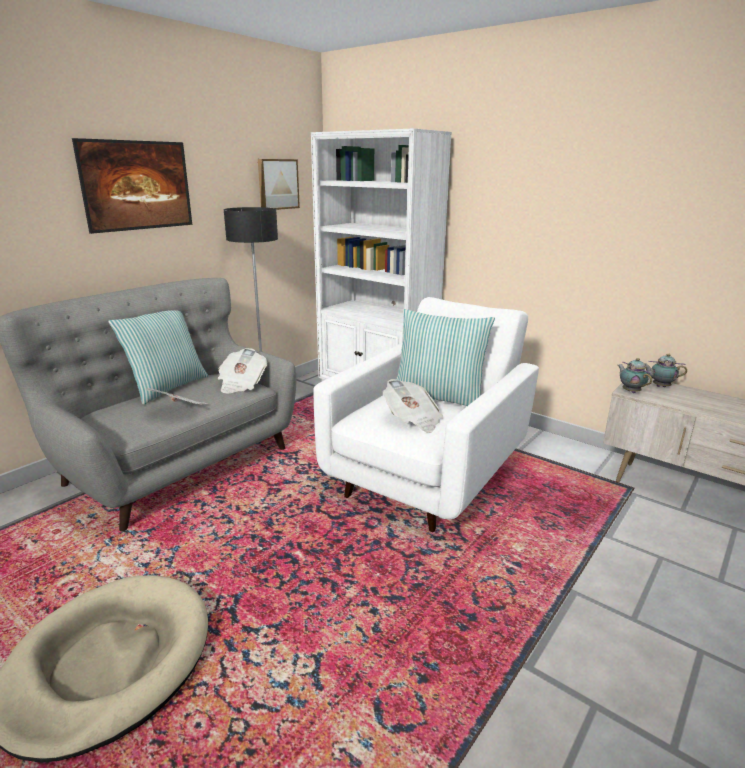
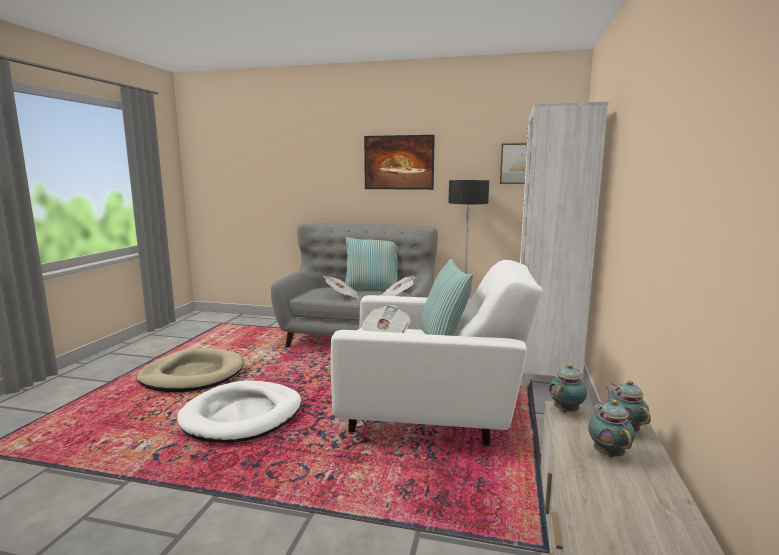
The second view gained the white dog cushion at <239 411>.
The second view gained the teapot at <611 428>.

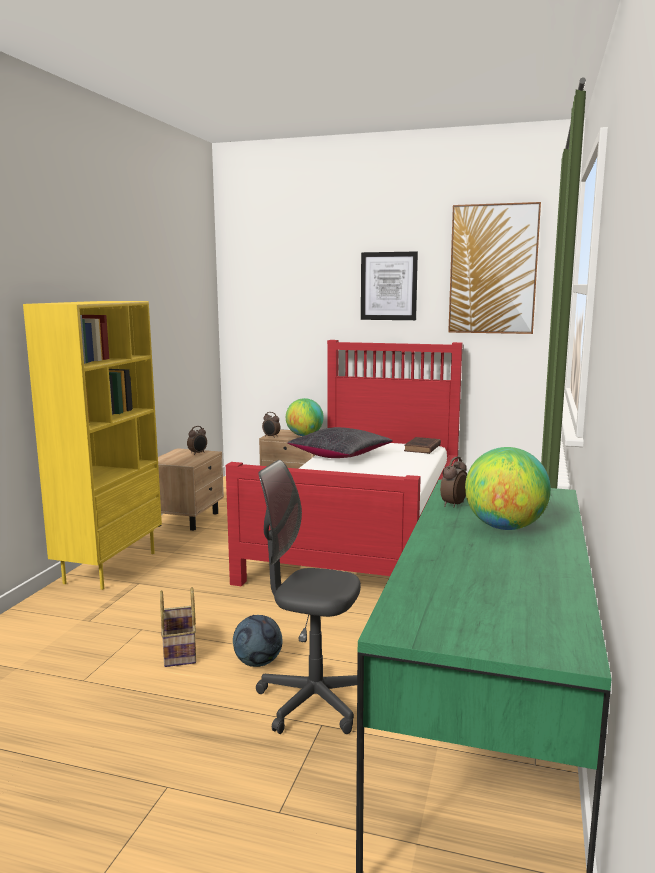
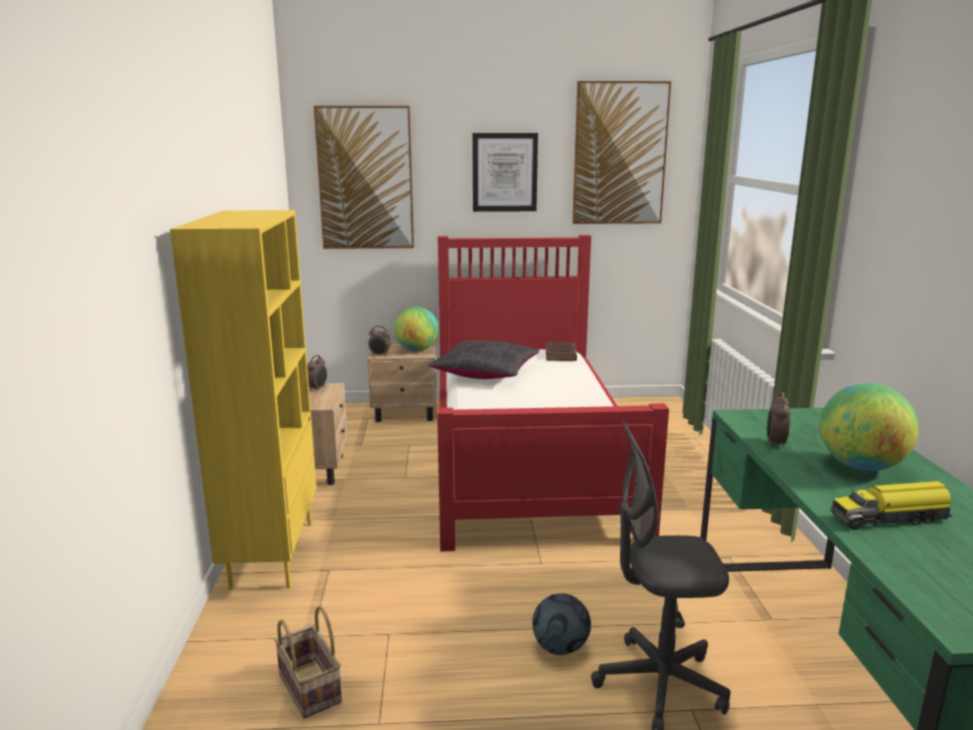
The basket ended up elsewhere, having gone from <178 627> to <308 662>.
The second view gained the wall picture at <364 177>.
The second view gained the model truck at <891 505>.

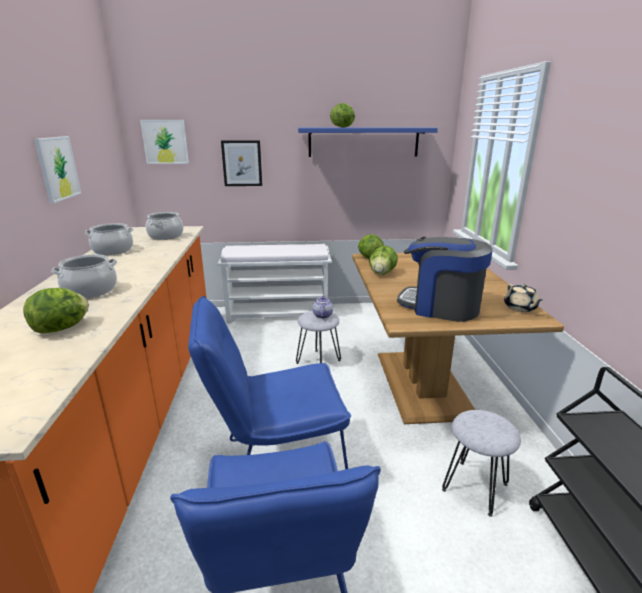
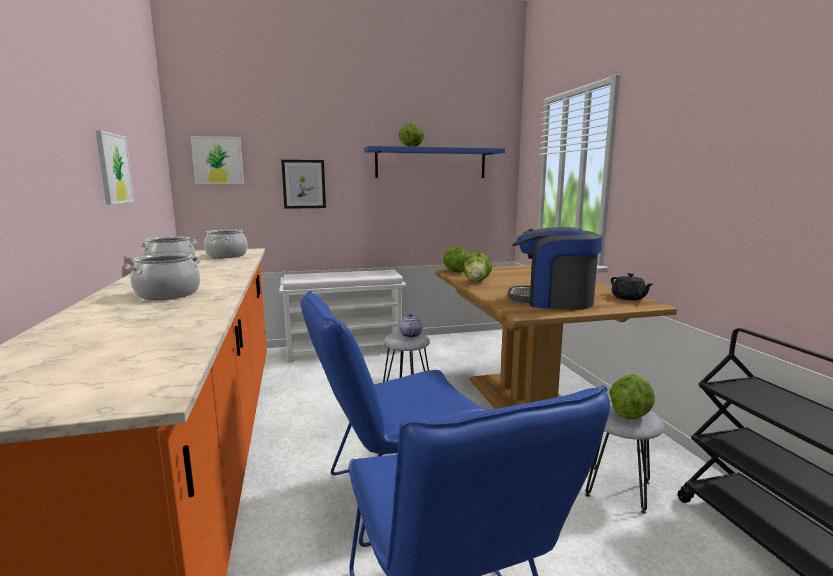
The head of lettuce ended up elsewhere, having gone from <56 310> to <632 397>.
What was the beige teapot at <523 298> turned into the blackish teapot at <632 286>.

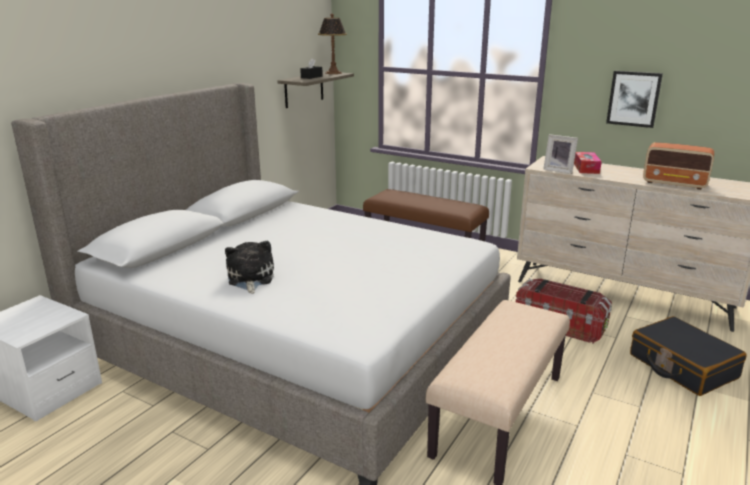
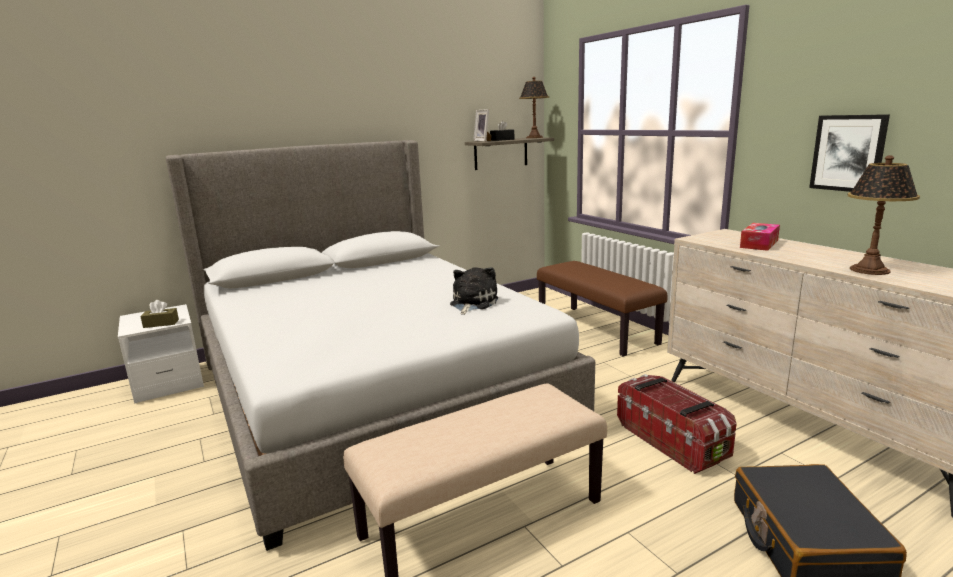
The plush toy ended up elsewhere, having gone from <249 267> to <474 291>.
The photo frame ended up elsewhere, having gone from <560 154> to <482 125>.
Where the radio set stood at <678 166>, the table lamp came to stand at <884 215>.
The second view gained the brownish tissue holder at <159 314>.

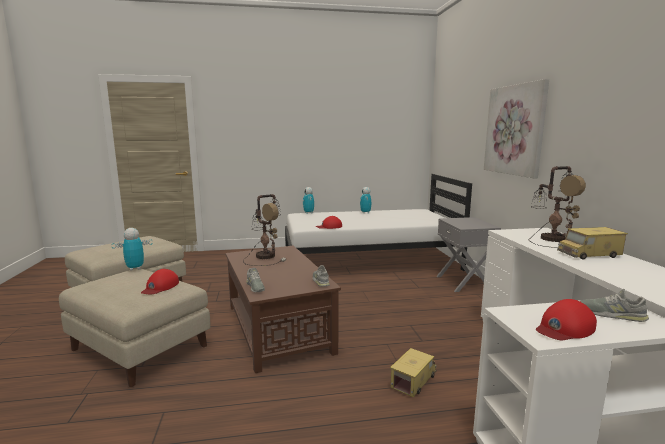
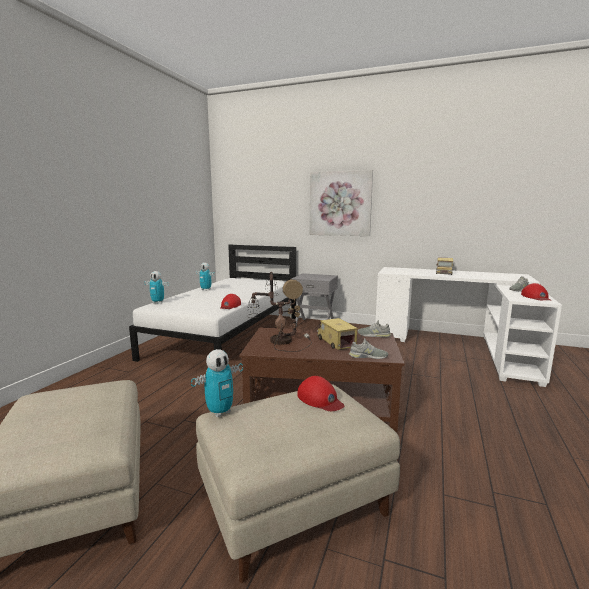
The model robot at <132 249> ended up facing another way, 135 degrees counterclockwise from before.
The model truck ended up elsewhere, having gone from <413 372> to <337 334>.
The second view lost the table lamp at <557 207>.

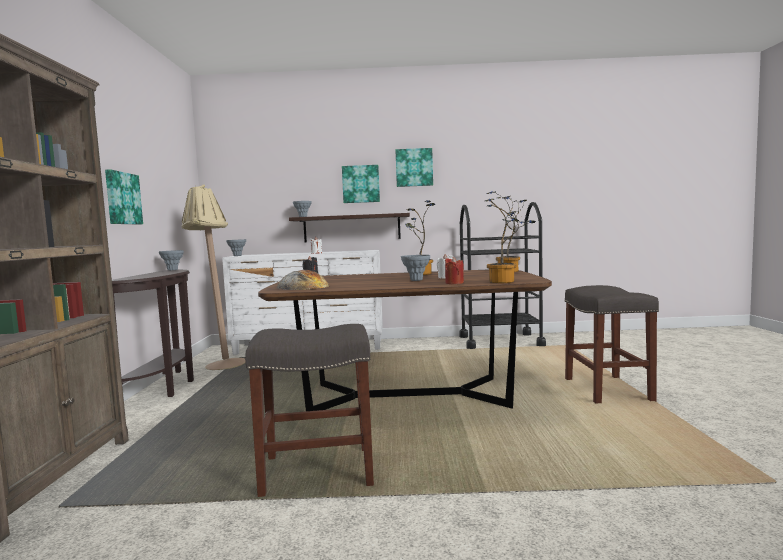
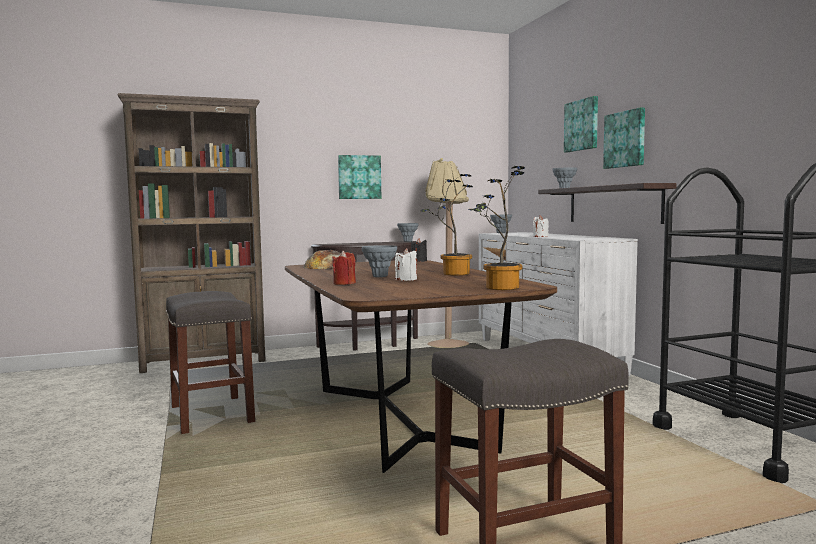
The wall picture ended up elsewhere, having gone from <414 167> to <581 124>.
The second view lost the plant in a pot at <510 237>.

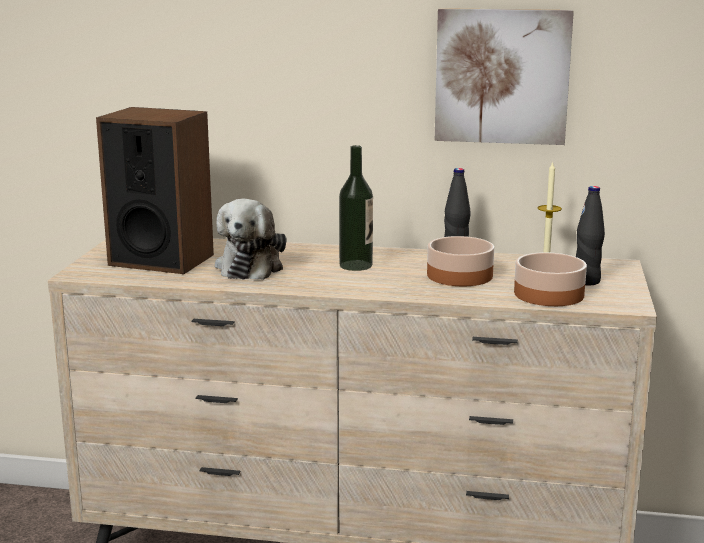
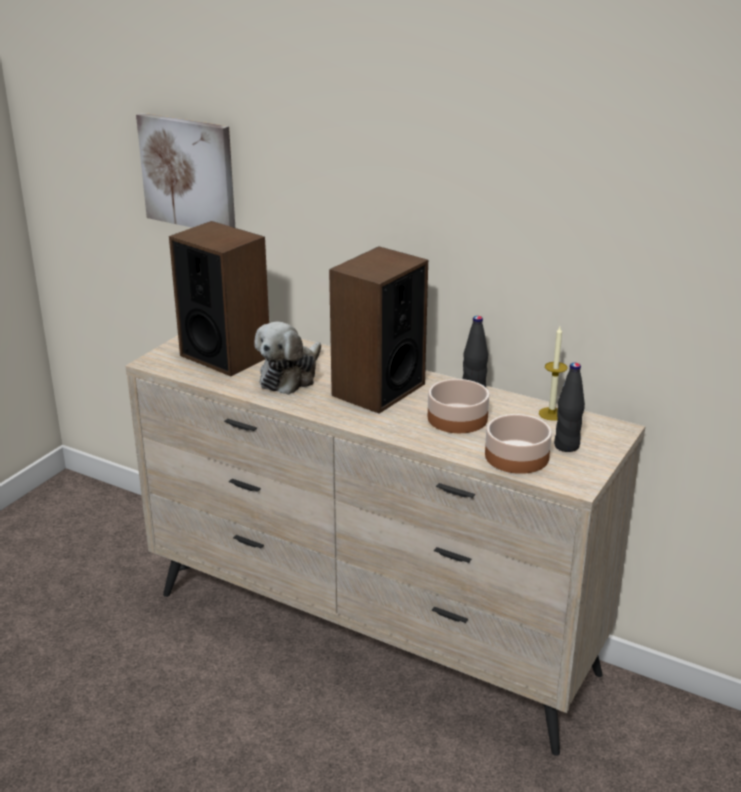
Where the beverage bottle stood at <356 208>, the loudspeaker came to stand at <378 330>.
The wall picture ended up elsewhere, having gone from <504 76> to <185 170>.

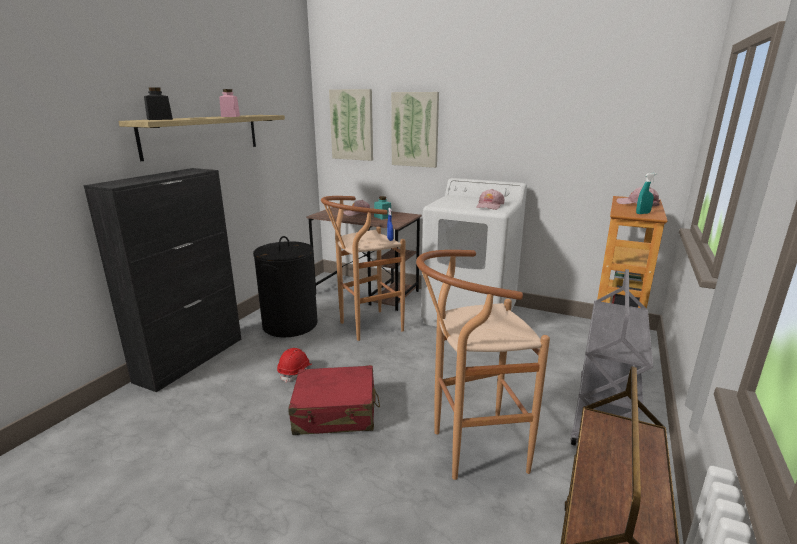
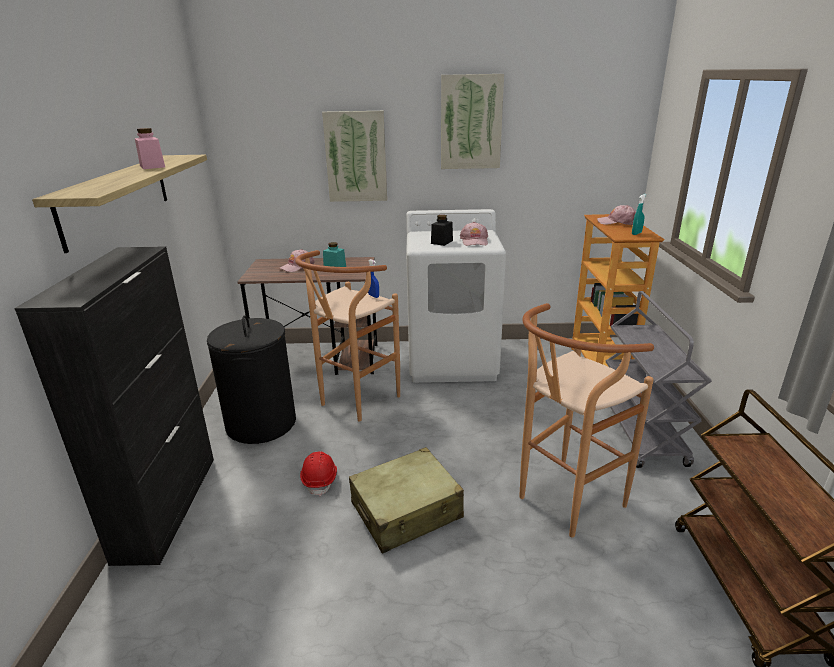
The blackish preserve jar ended up elsewhere, having gone from <158 103> to <442 230>.
What was the reddish travel case at <334 400> turned into the beige travel case at <406 500>.
The wall picture ended up elsewhere, having gone from <351 125> to <472 121>.

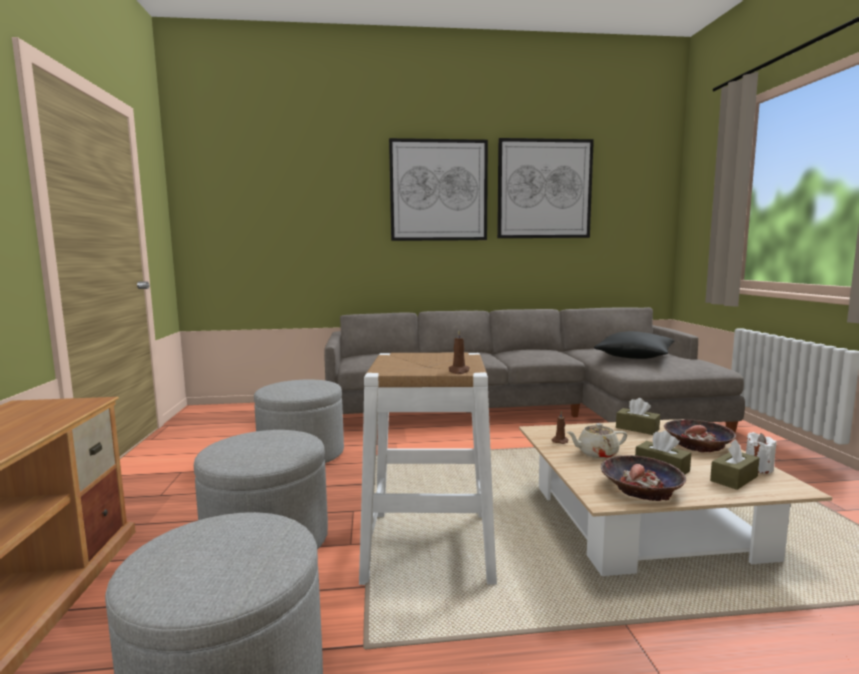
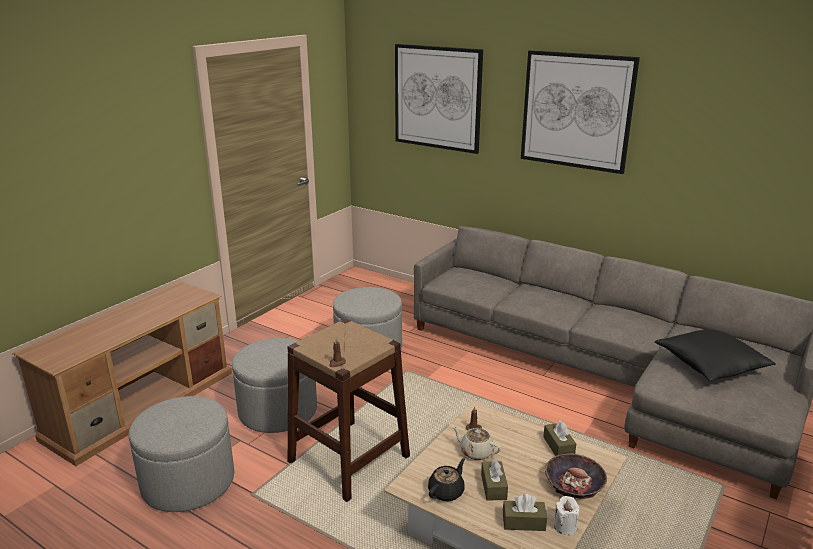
What was the white stool at <428 469> turned into the brownish stool at <348 410>.
The wall picture ended up elsewhere, having gone from <545 188> to <439 99>.
Where the bowl stood at <643 478>, the blackish teapot came to stand at <446 479>.

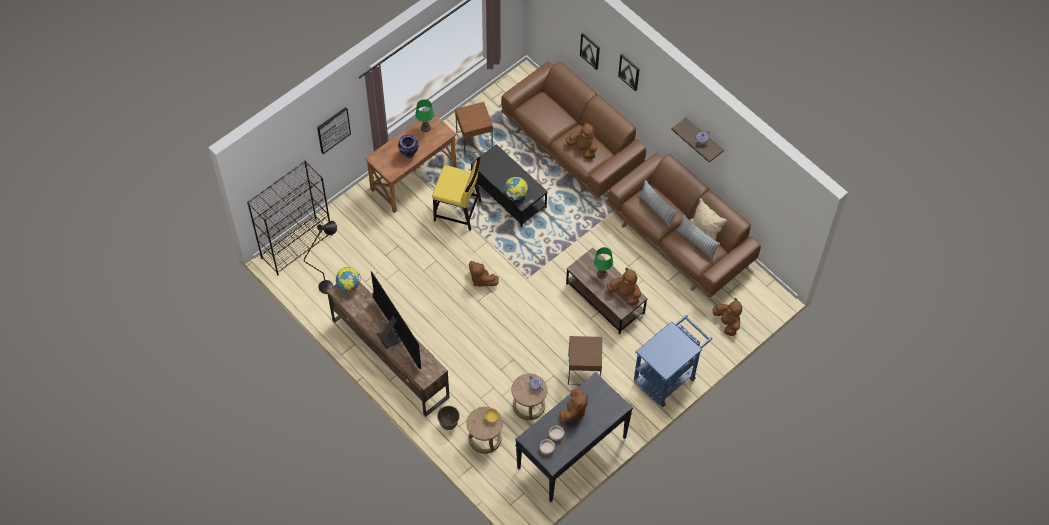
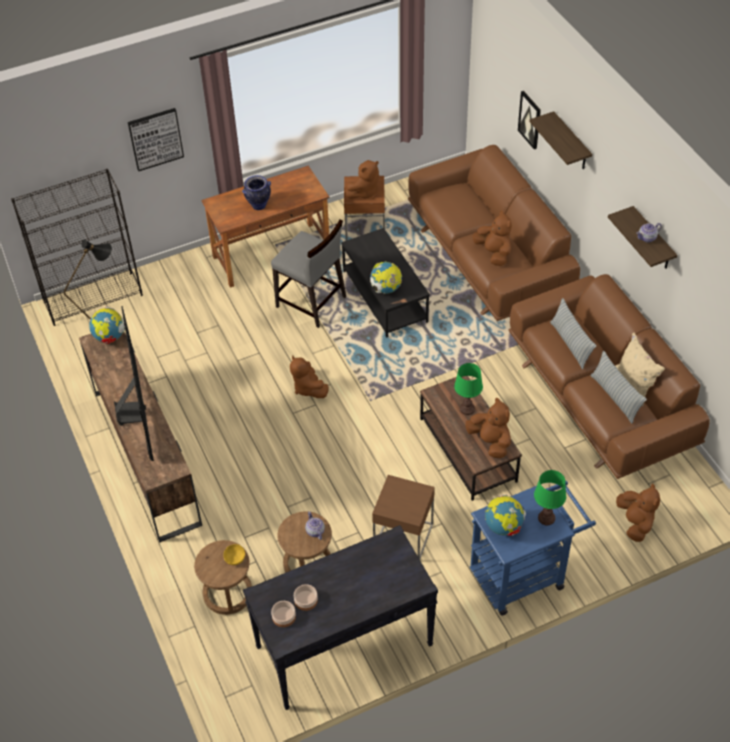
The green-coloured table lamp ended up elsewhere, having gone from <424 115> to <550 497>.
What was the yellowish upright chair at <456 194> turned into the greyish upright chair at <308 273>.
The second view lost the planter at <448 418>.
The brownish plush toy ended up elsewhere, having gone from <574 406> to <362 179>.
Where the wall picture hung at <629 72>, the bracket shelf came to hang at <560 140>.
The second view gained the globe at <505 515>.

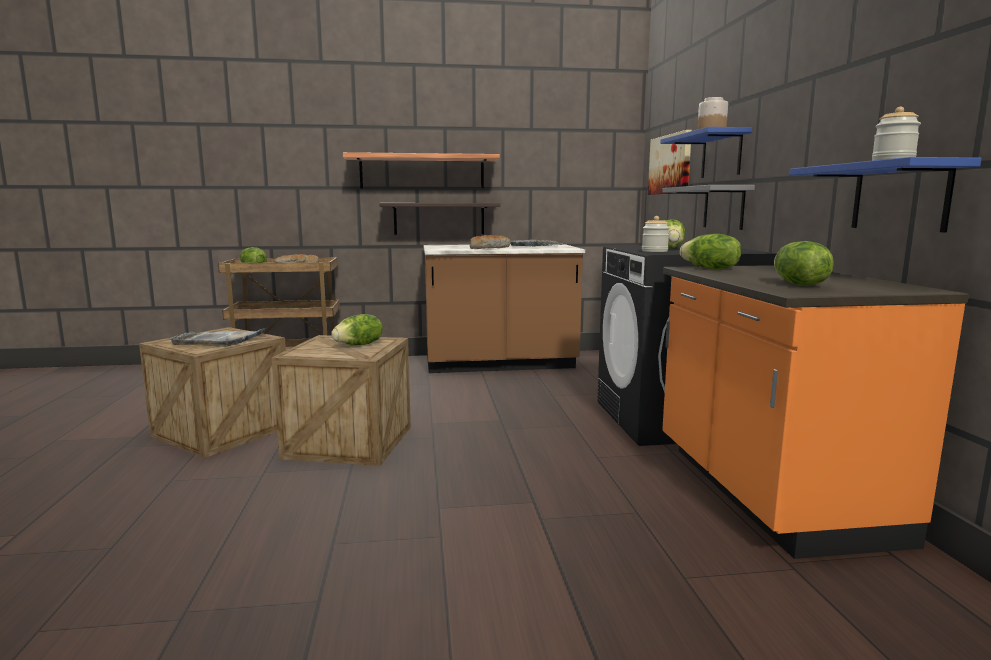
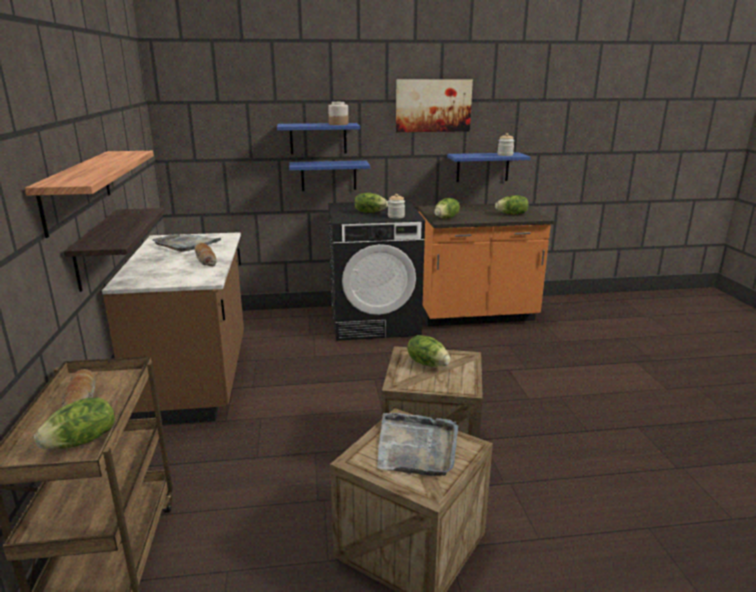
The wall picture ended up elsewhere, having gone from <670 162> to <434 105>.
What was the greyish bracket shelf at <708 207> turned into the bluish bracket shelf at <329 176>.

